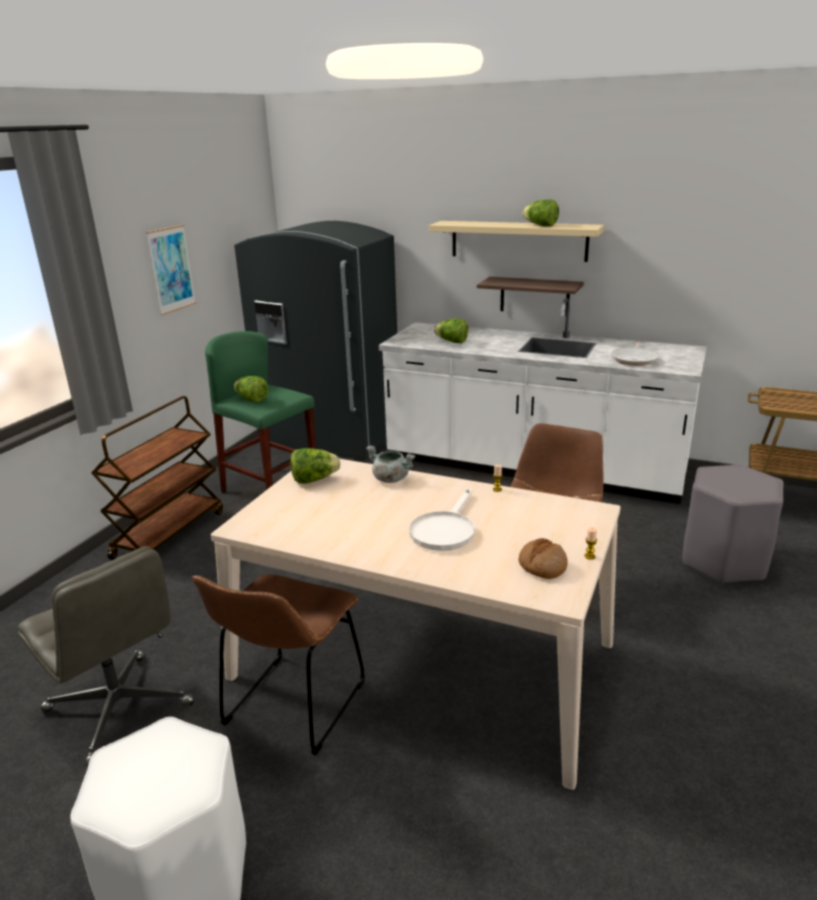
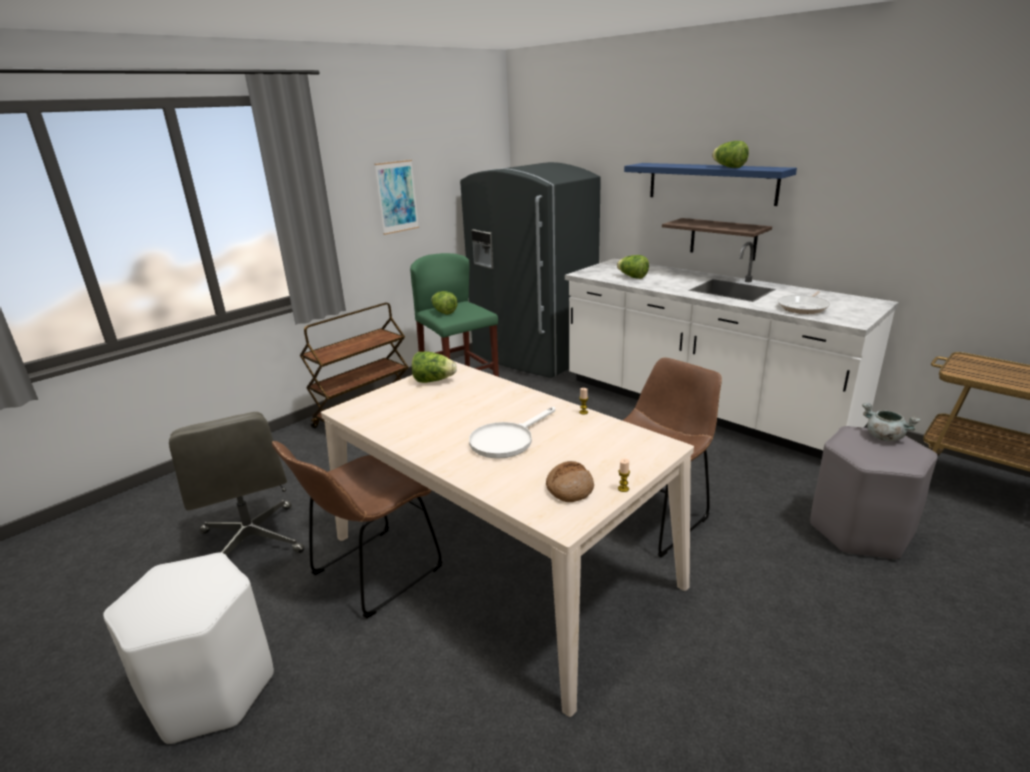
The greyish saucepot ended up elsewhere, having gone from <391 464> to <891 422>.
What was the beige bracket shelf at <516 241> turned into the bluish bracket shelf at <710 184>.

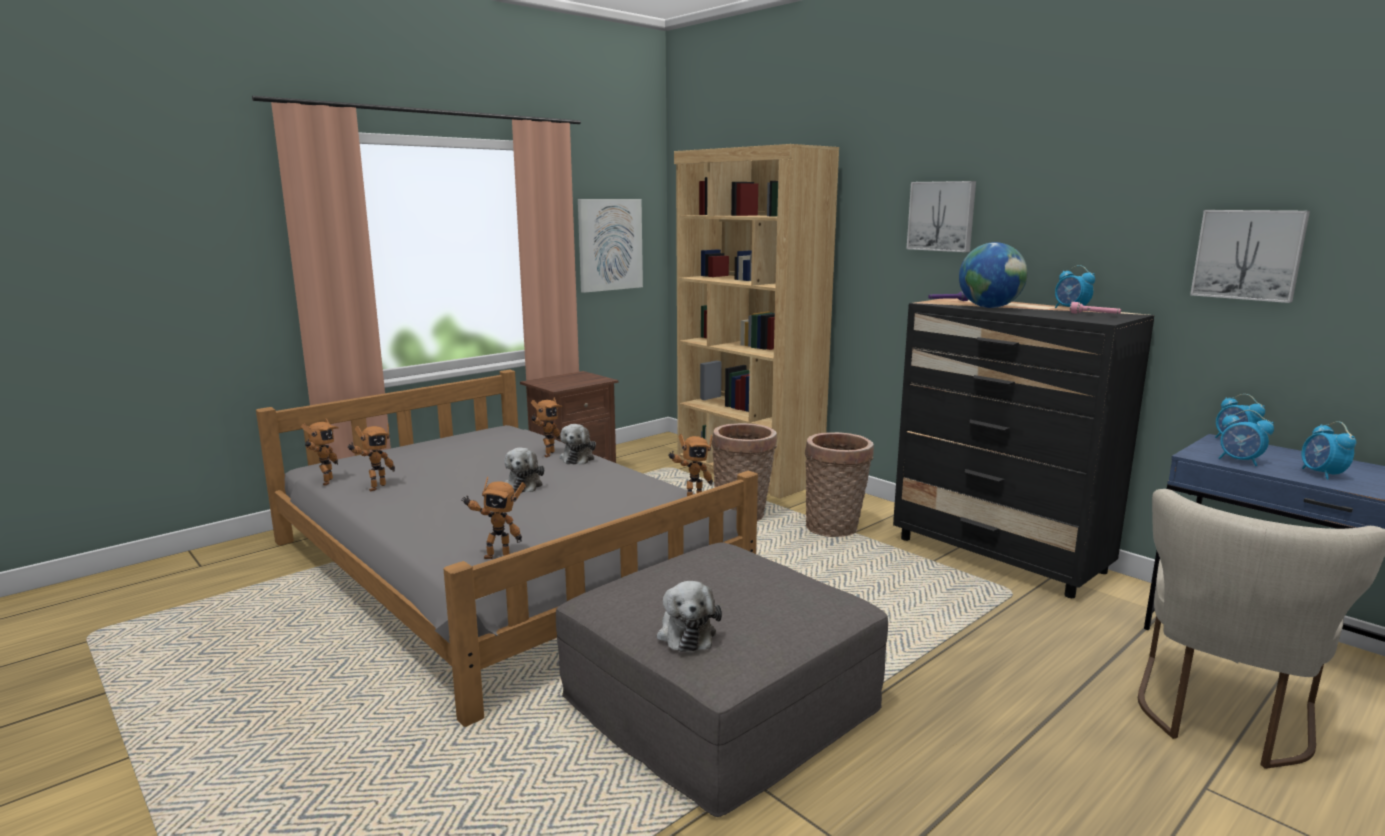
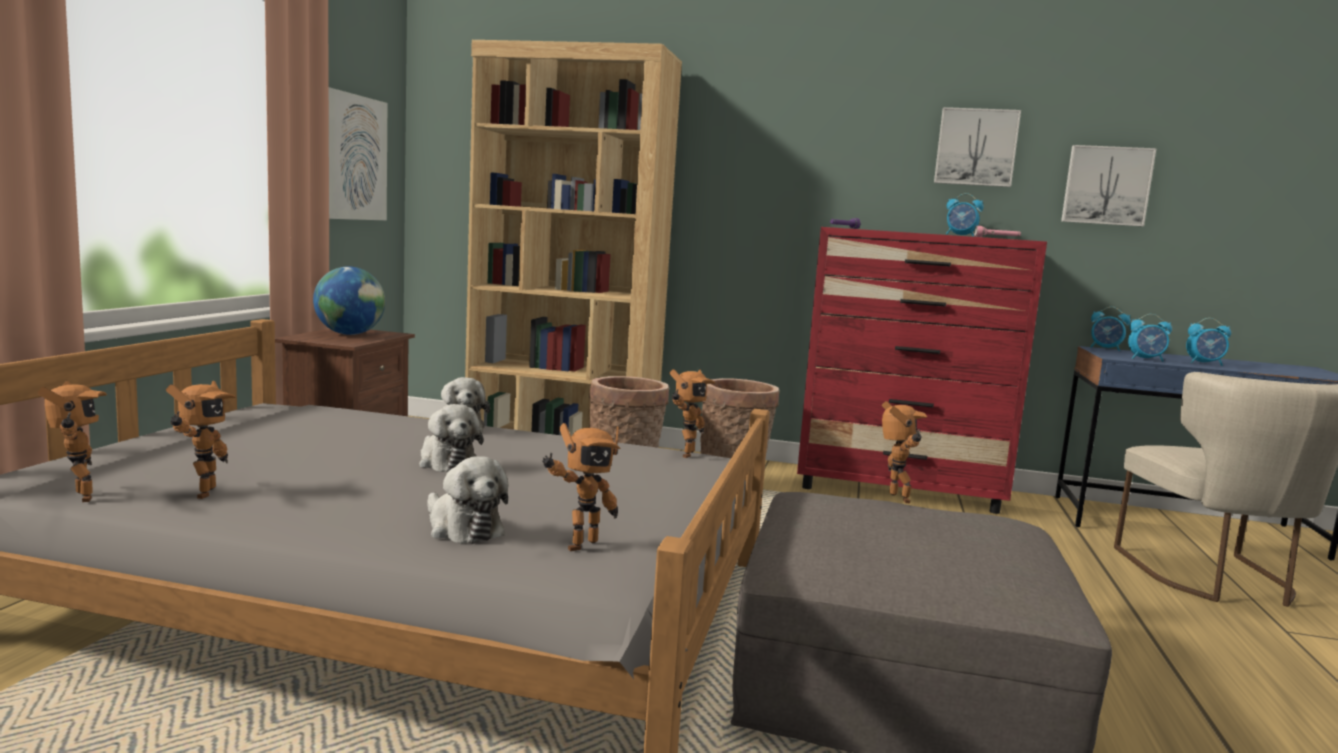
The model robot ended up elsewhere, having gone from <546 427> to <904 452>.
The plush toy ended up elsewhere, having gone from <689 616> to <467 500>.
What was the blackish dresser at <1023 448> turned into the reddish dresser at <922 370>.
The wall picture ended up elsewhere, having gone from <941 216> to <977 147>.
The globe ended up elsewhere, having gone from <993 275> to <349 300>.
The alarm clock at <1328 450> ended up facing another way, 45 degrees counterclockwise from before.

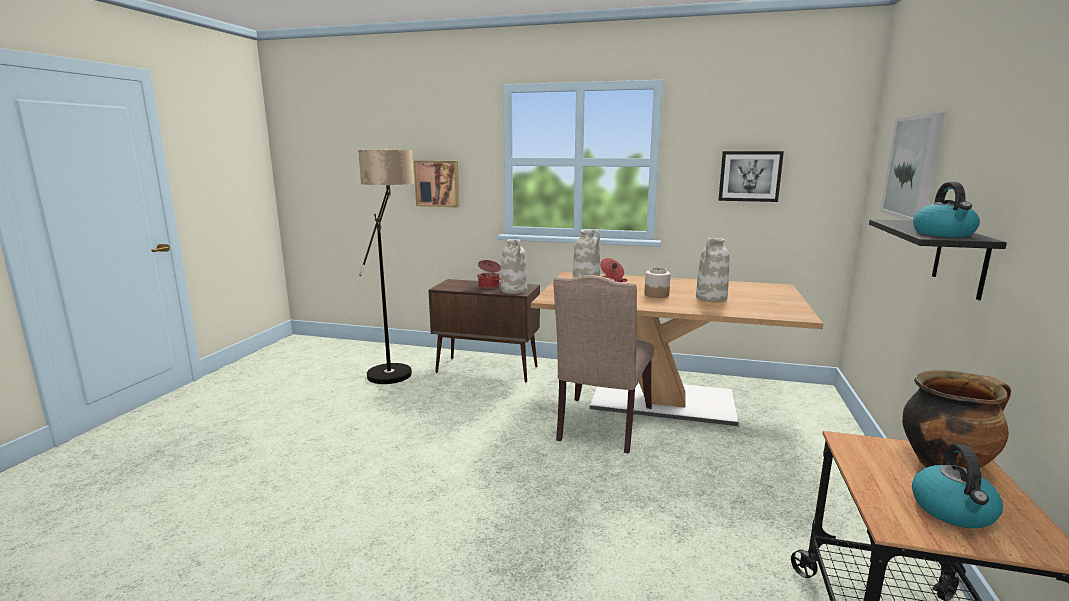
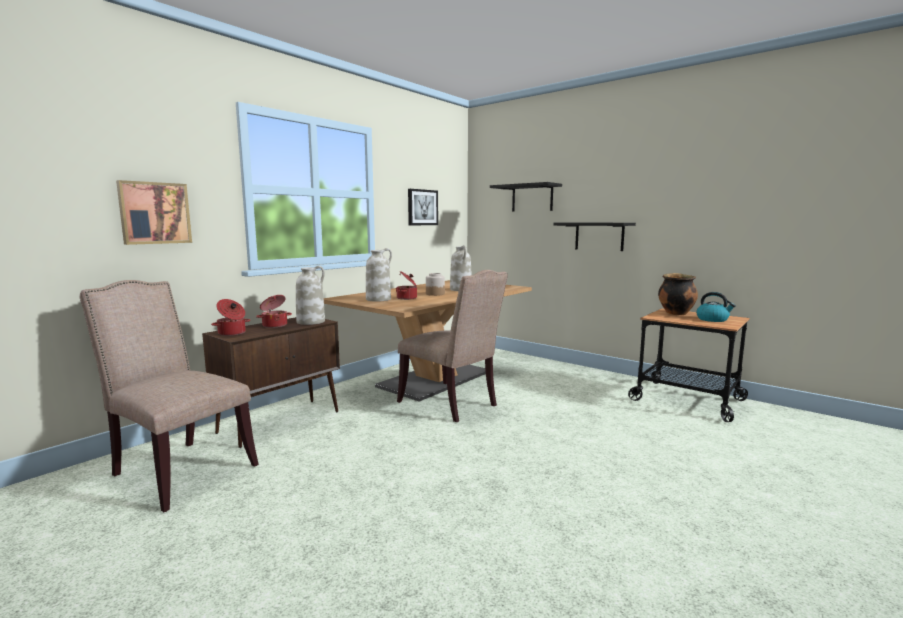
Where the floor lamp stood at <386 266>, the beige upright chair came to stand at <169 396>.
Where the wall picture hung at <912 167>, the blackish bracket shelf came to hang at <526 197>.
The second view lost the kettle at <946 209>.
The second view gained the saucepot at <230 317>.

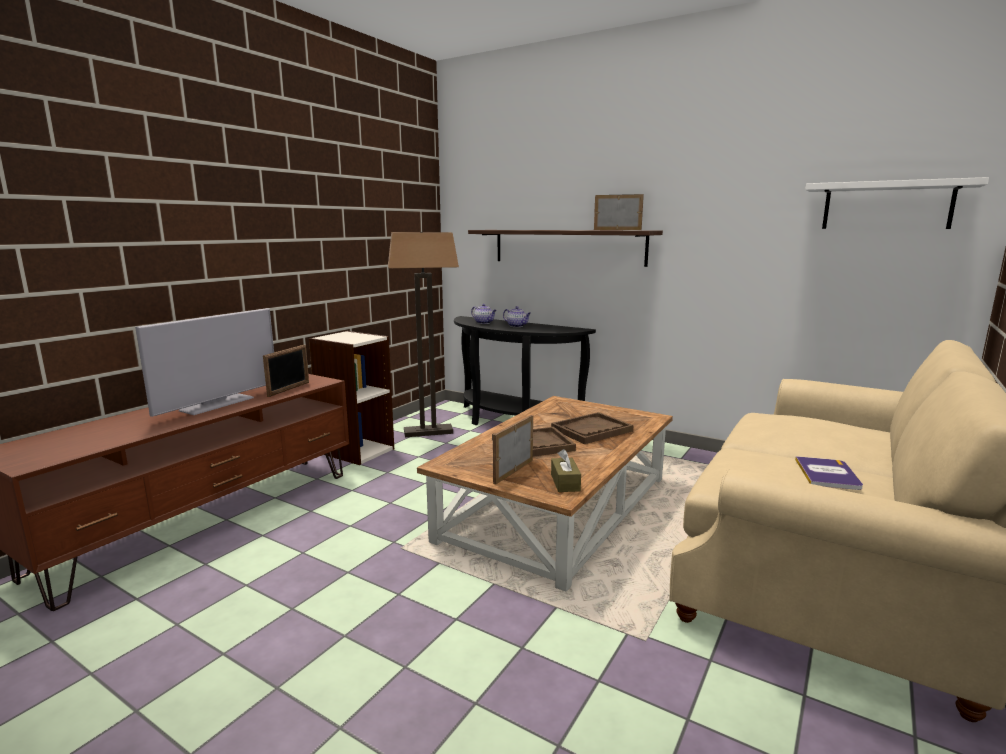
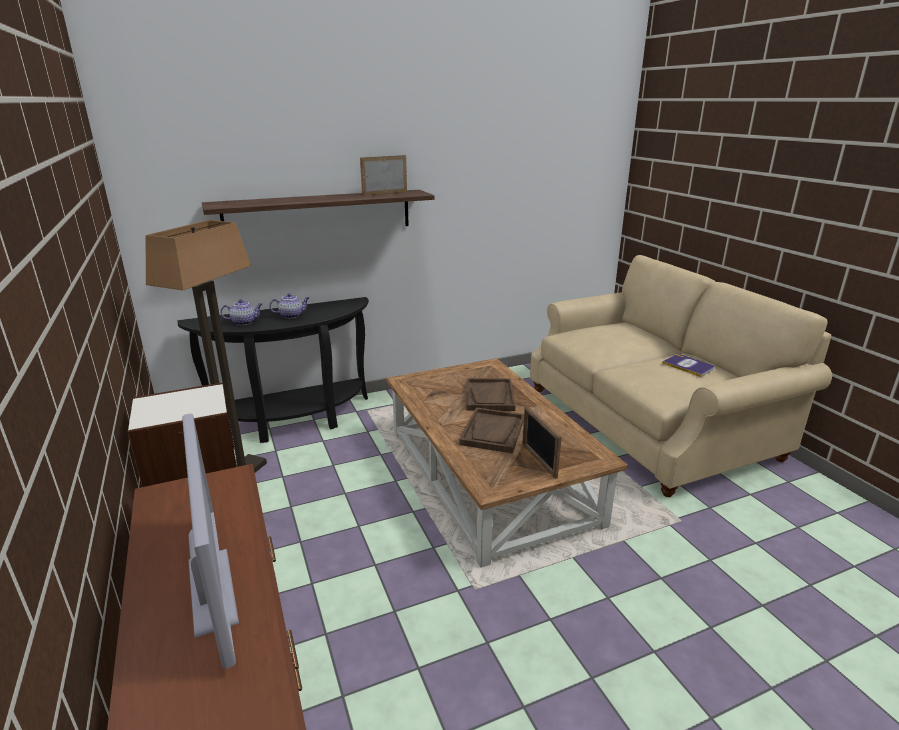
The second view lost the photo frame at <286 371>.
The second view lost the brownish tissue holder at <566 470>.
The second view lost the white bracket shelf at <897 203>.

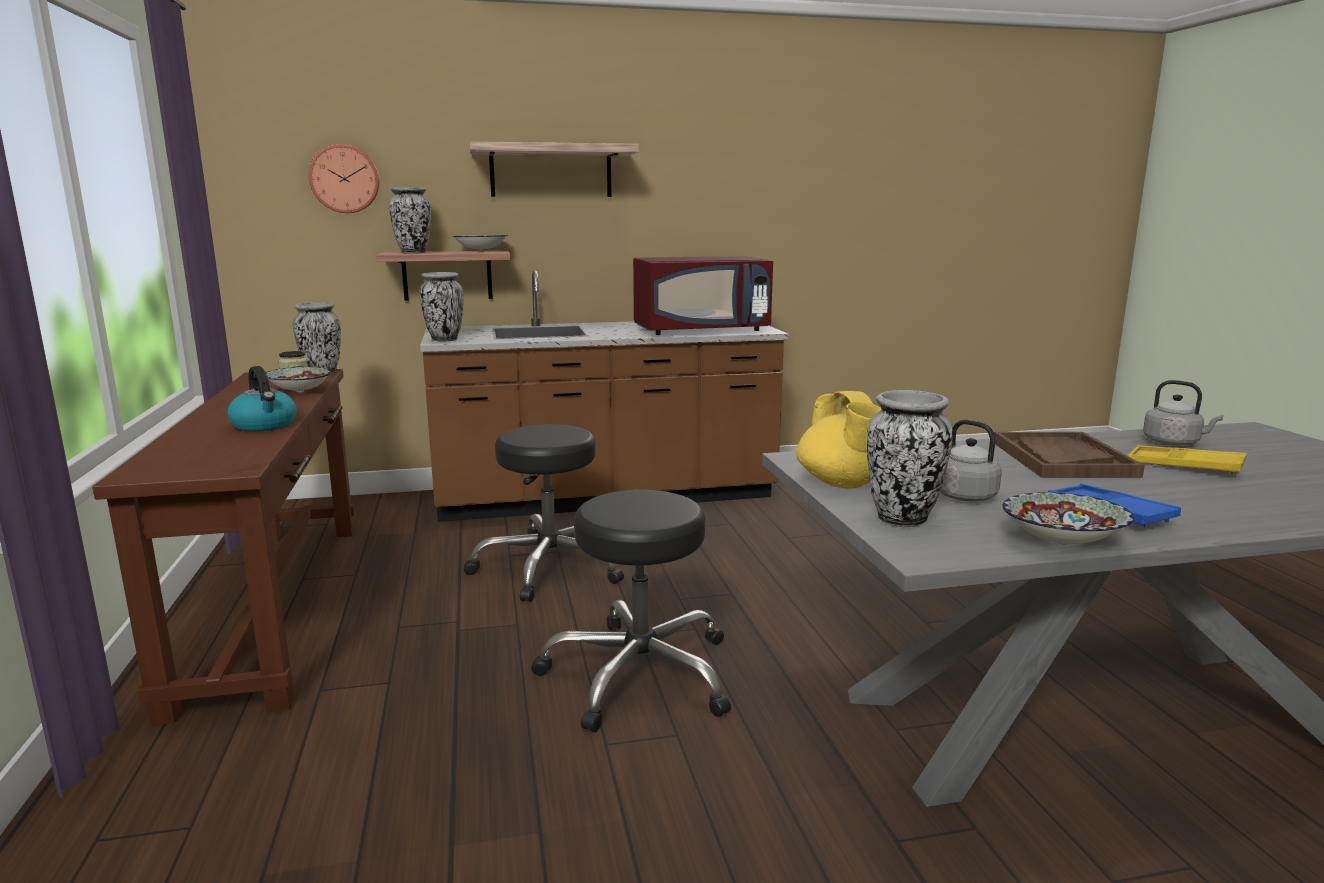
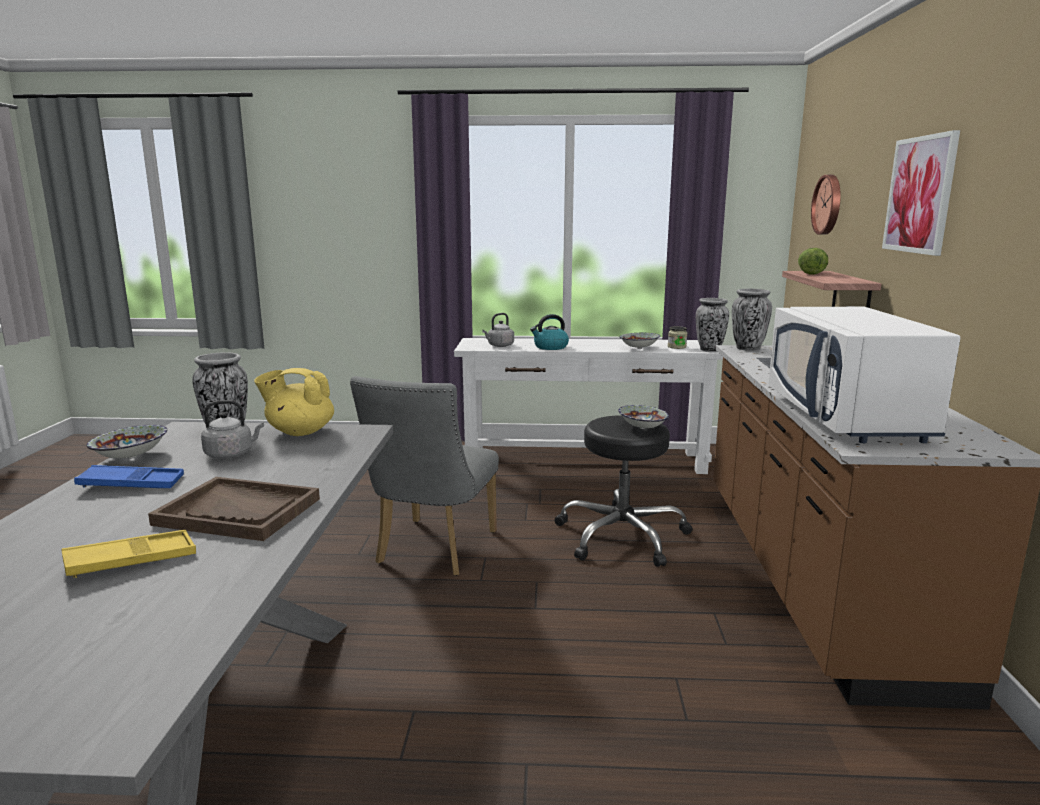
What was the brownish hall table at <223 547> turned into the white hall table at <588 406>.
Where the flower vase stood at <410 220>, the head of lettuce came to stand at <813 261>.
The bowl ended up elsewhere, having gone from <480 243> to <643 417>.
Where the bracket shelf hung at <554 169>, the wall picture came to hang at <921 193>.
Where the blackish stool stood at <631 611>, the greyish upright chair came to stand at <424 476>.
What was the reddish microwave at <703 295> turned into the white microwave at <864 375>.
The greyish kettle ended up elsewhere, having gone from <1183 413> to <498 330>.

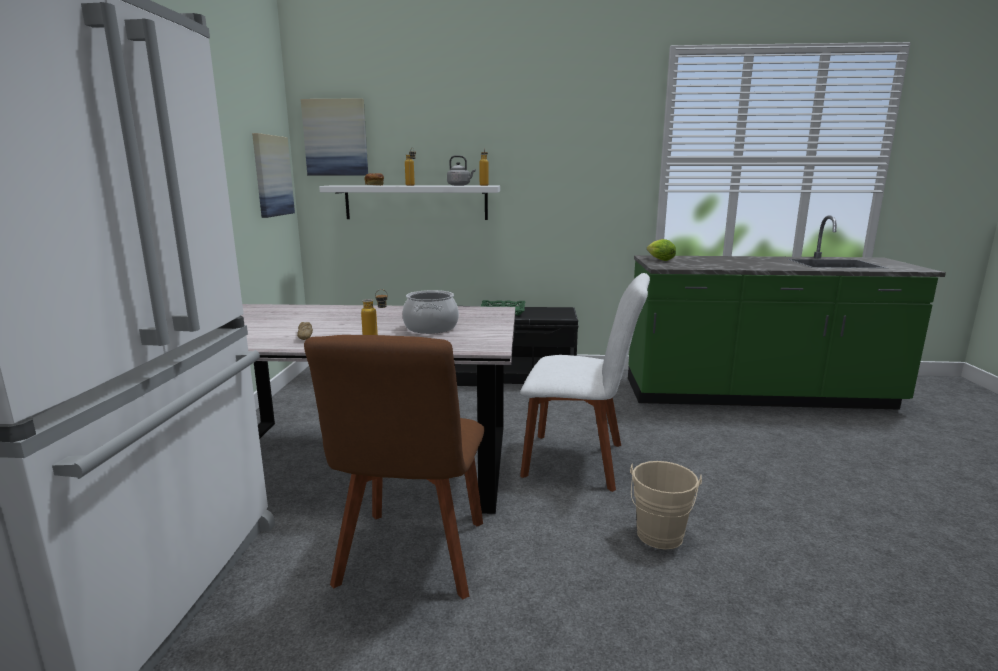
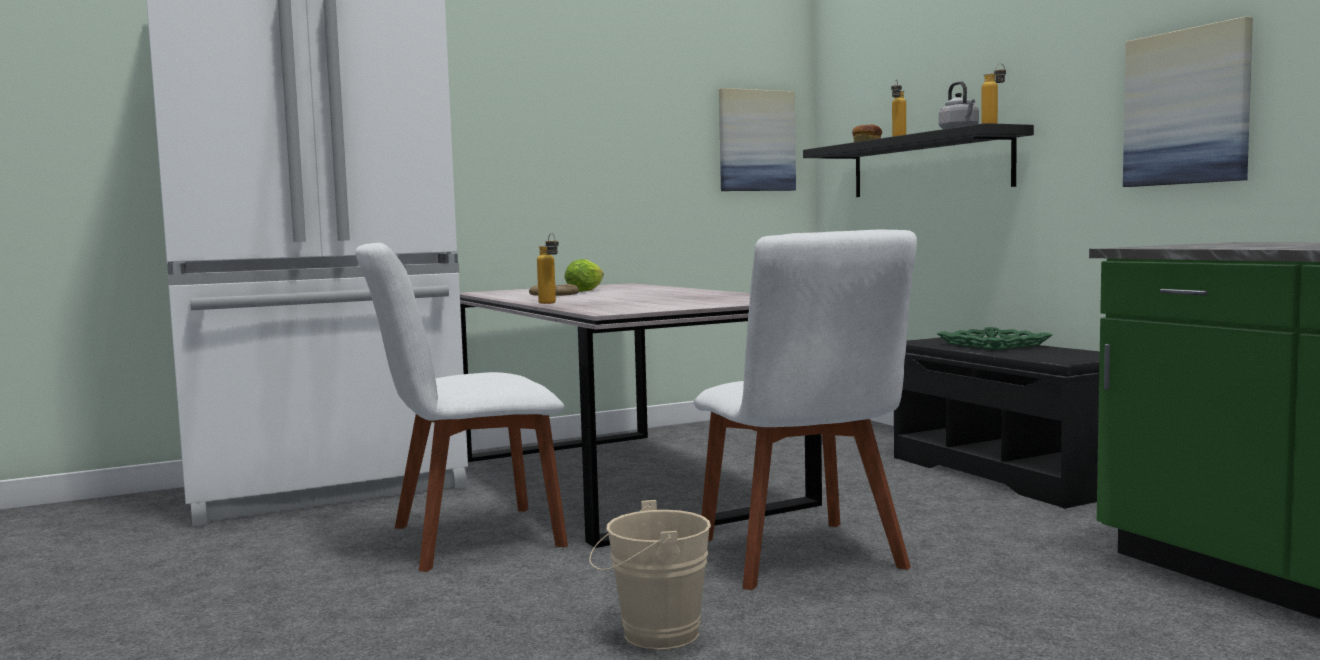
The wall picture ended up elsewhere, having gone from <334 136> to <1188 101>.
What was the brownish upright chair at <394 467> turned into the white upright chair at <461 407>.
What was the white bracket shelf at <409 202> turned into the blackish bracket shelf at <918 160>.
The second view lost the saucepot at <430 312>.
The head of lettuce ended up elsewhere, having gone from <661 250> to <584 275>.

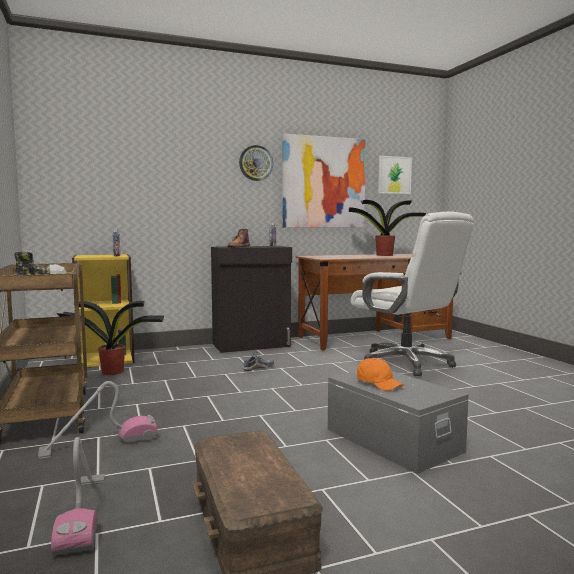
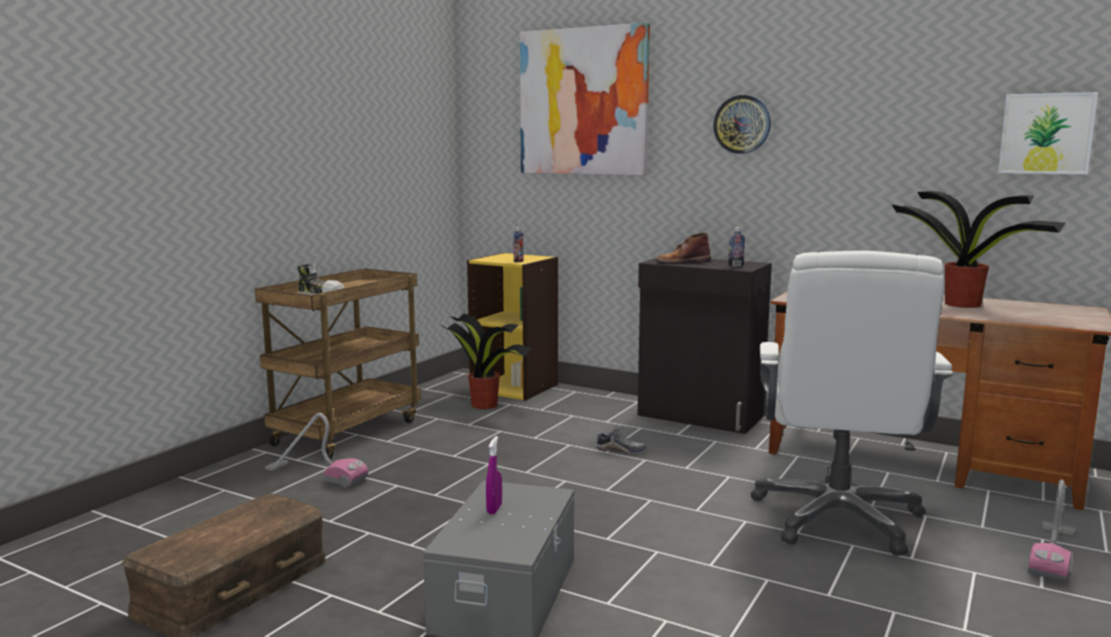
The hoover ended up elsewhere, having gone from <78 496> to <1051 531>.
The wall picture ended up elsewhere, having gone from <324 180> to <585 99>.
Where the orange cap stood at <380 374>, the purplish hand sprayer came to stand at <494 475>.

